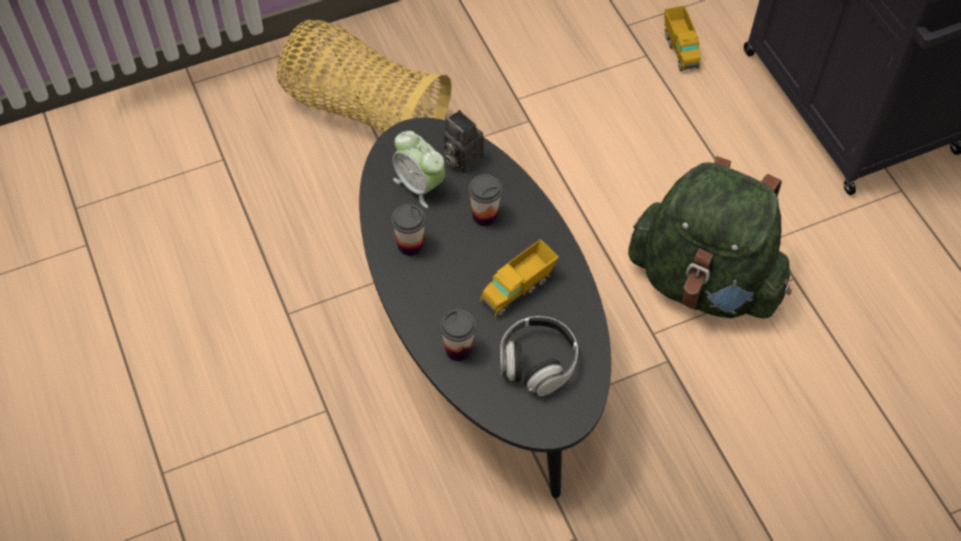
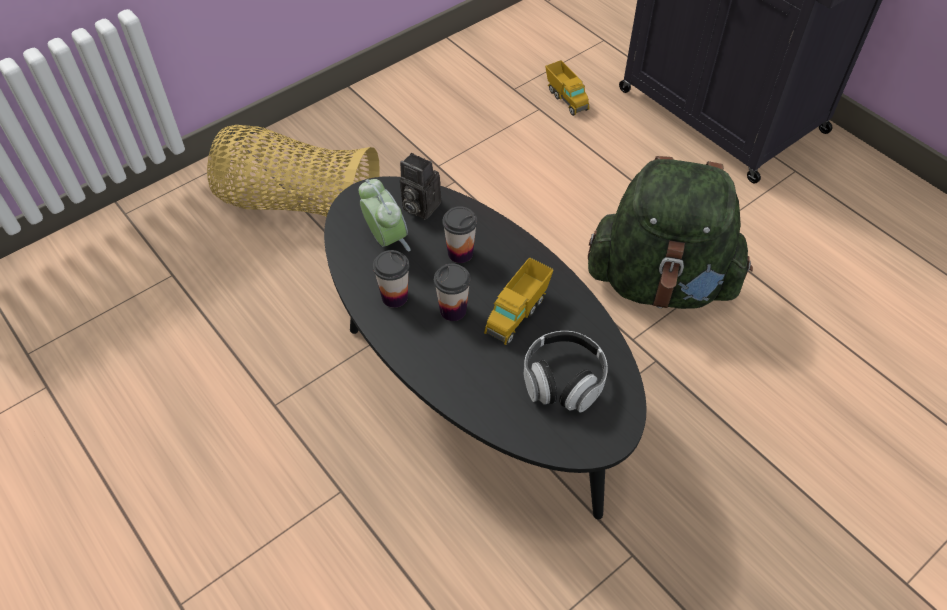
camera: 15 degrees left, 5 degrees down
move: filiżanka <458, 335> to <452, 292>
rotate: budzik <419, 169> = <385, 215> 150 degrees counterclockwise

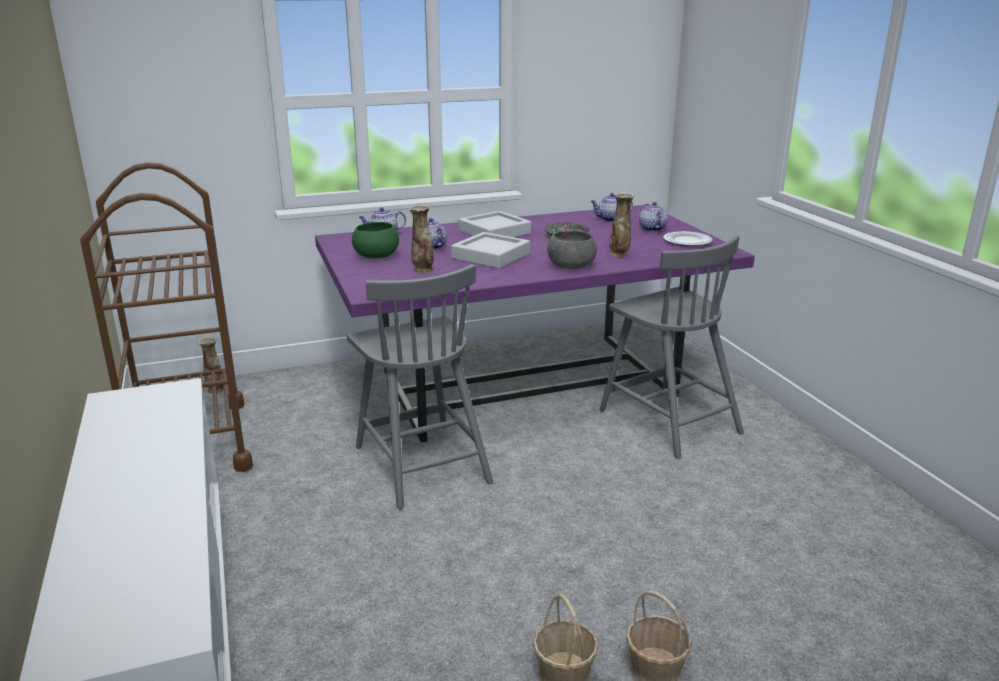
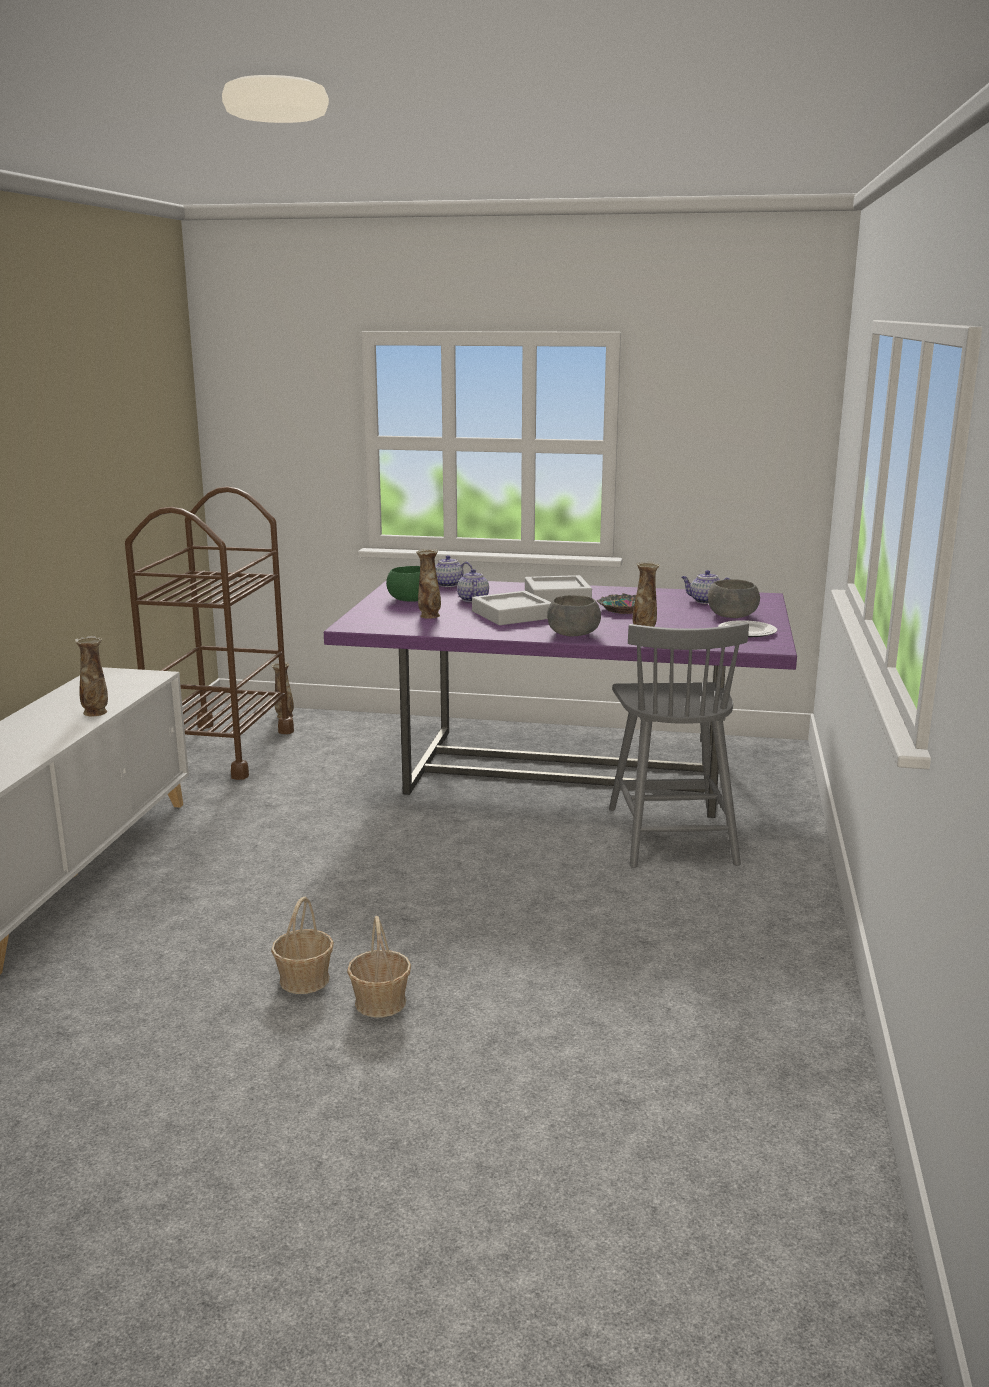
camera: 30 degrees right, 5 degrees down
delete: krzesło (szary) <420, 386>
insert: wazon <91, 676>
replace: imbryk <653, 217> to miska (szary) <734, 598>

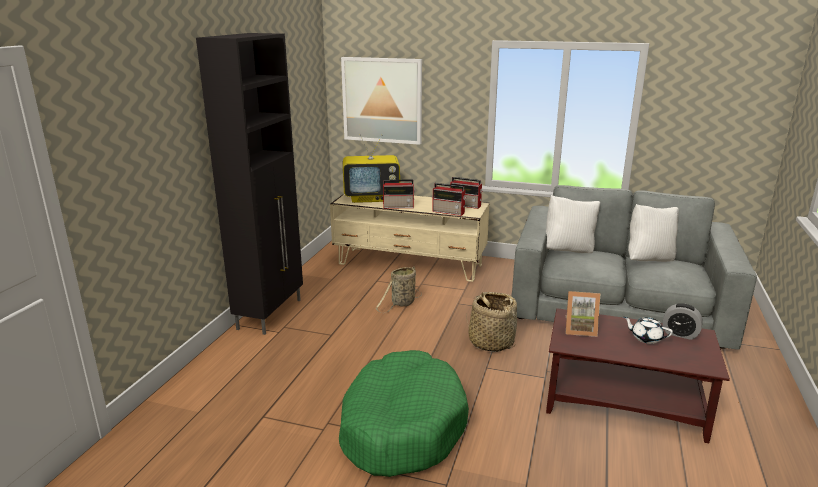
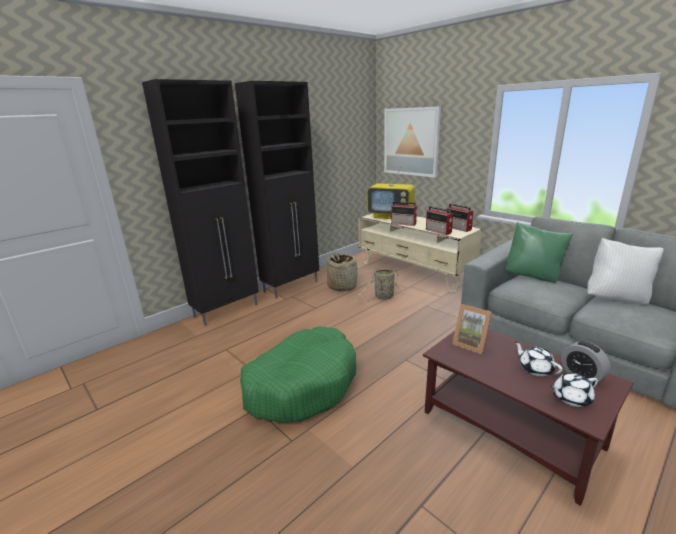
camera: 30 degrees right, 0 degrees up
insert: szafka (czarny) <200, 202>; imbryk (biały) <574, 390>
move: koszyk <491, 322> to <342, 271>
recolor: poduszka (biały) <573, 224> to poduszka (zielony) <539, 252>

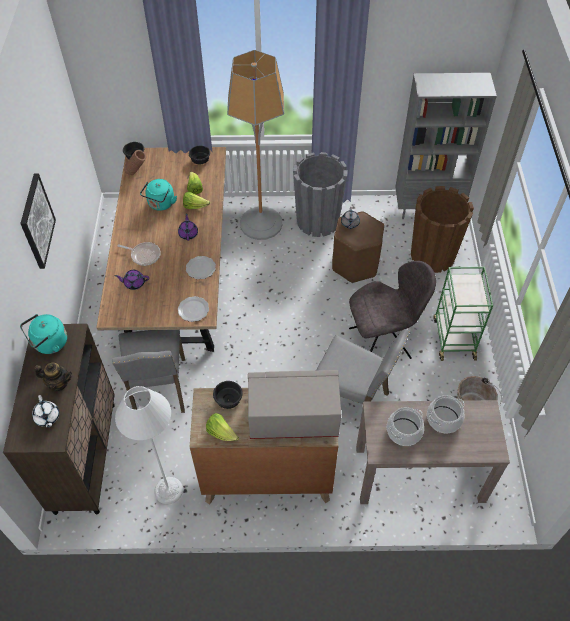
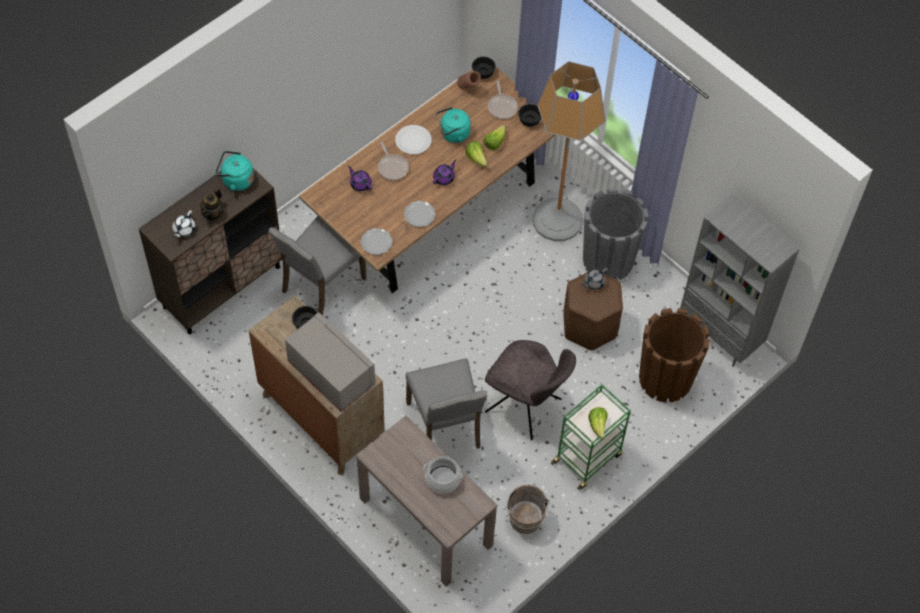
camera: 45 degrees right, 5 degrees up
delete: obraz <38, 221>; lampa stojąca (szary) <149, 445>; garnek <405, 426>
insert: talerz (biały) <413, 139>; patelnia <503, 100>
move: sałata <222, 427> to <598, 423>
rotate: imbryk <53, 377> = <211, 203> 60 degrees clockwise

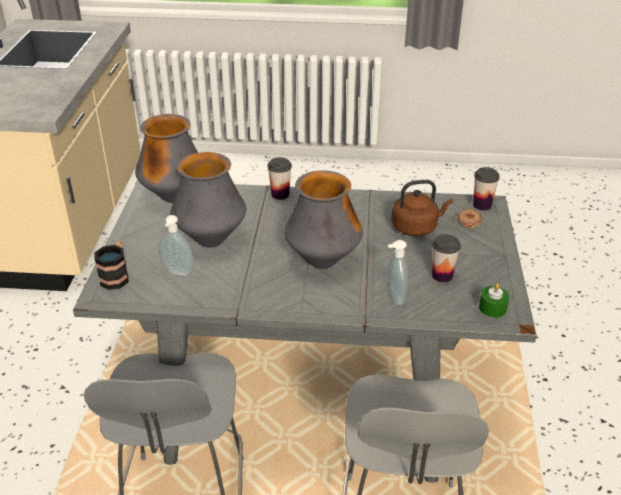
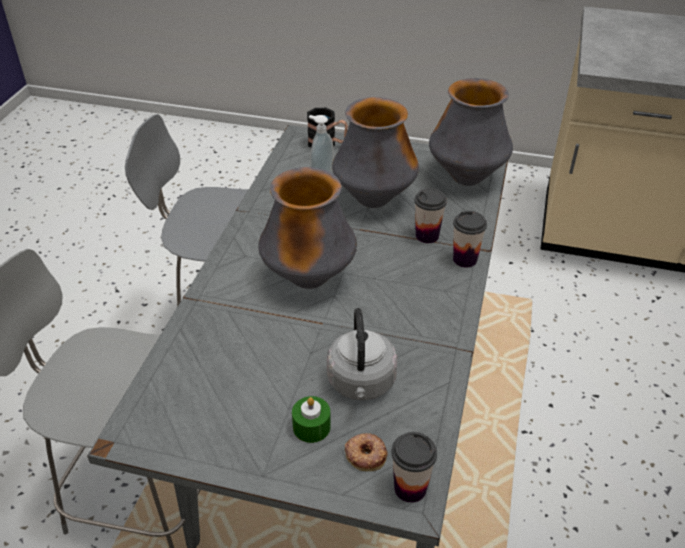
camera: 100 degrees right, 5 degrees up
delete: dozownik mydła <397, 272>
move: filiżanka <446, 258> to <430, 215>; świeca (zielony) <494, 300> to <311, 419>
recolor: czajnik (brązowy) <422, 208> to czajnik (szary) <362, 354>

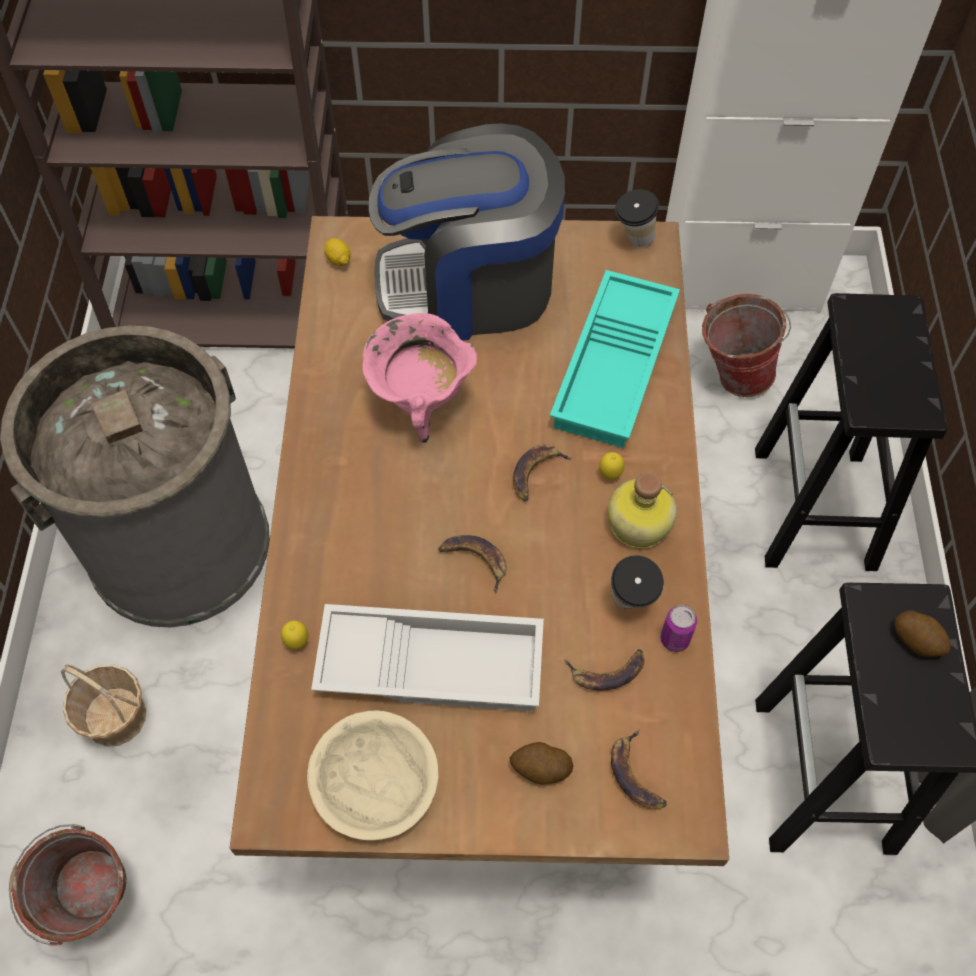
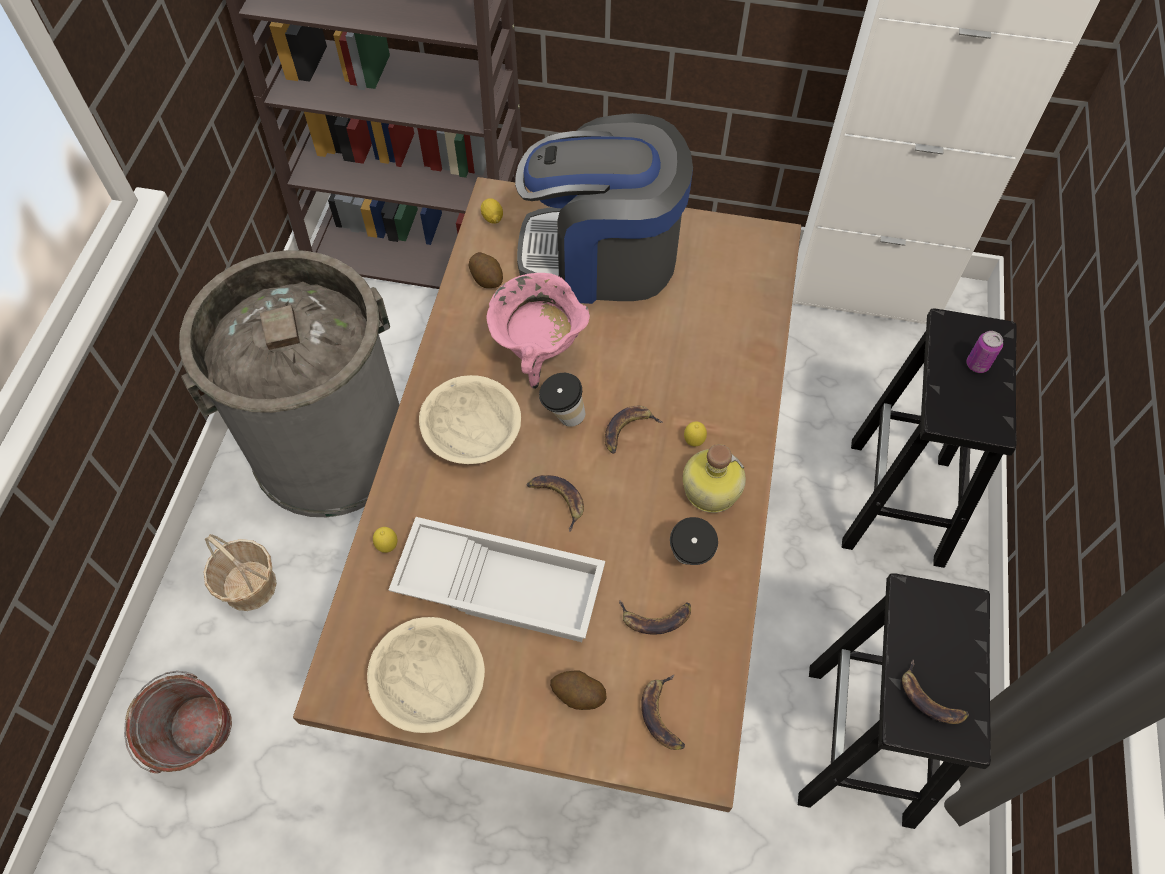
camera: 10 degrees right, 0 degrees up
delete: taca (turkusowy) <615, 359>; wiadro <746, 345>
insert: miska (beżowy) <470, 419>; banan <935, 692>
move: filiżanka <637, 218> to <562, 400>; puszka <678, 628> to <985, 352>; ziemniak <922, 633> to <486, 270>

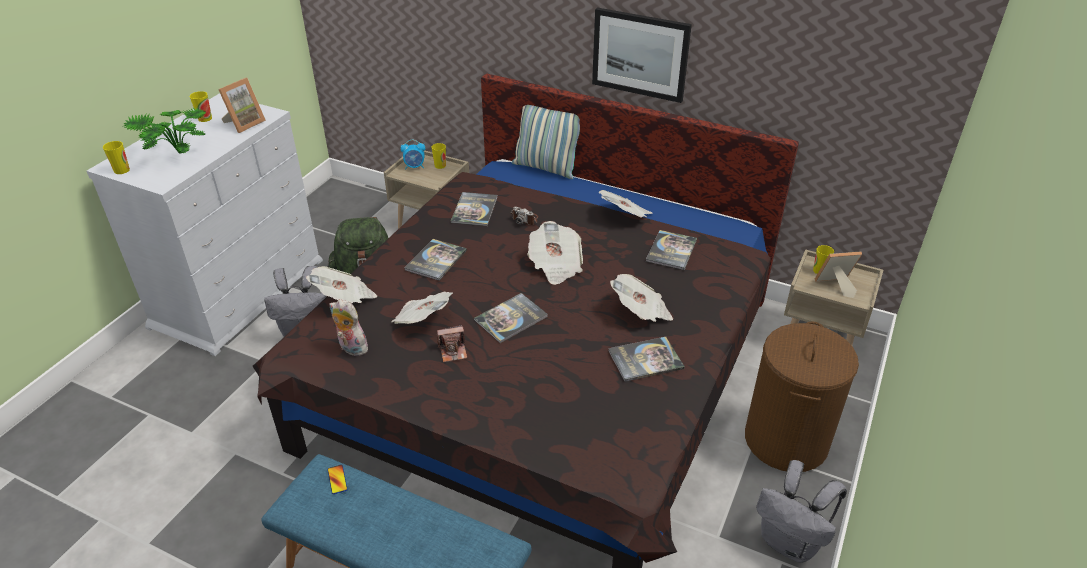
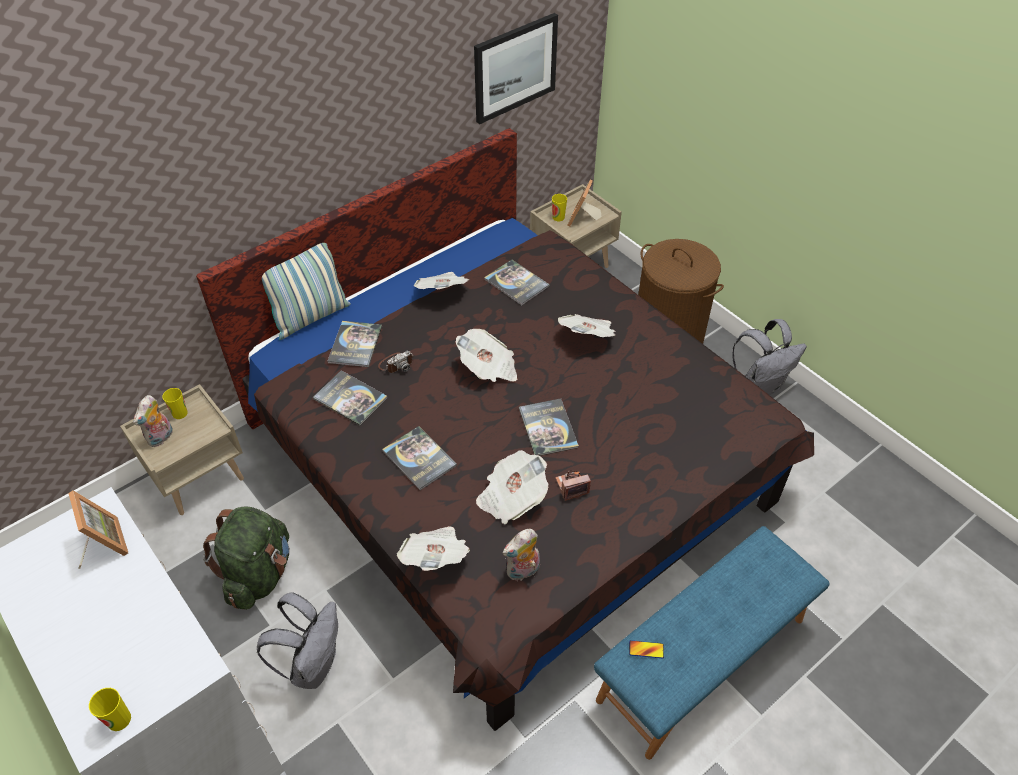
camera: 65 degrees left, 10 degrees up
delete: roślina doniczkowa <164, 131>; filiżanka <201, 106>
move: obraz <642, 55> to <516, 68>; książka <646, 359> to <355, 344>
replace: budzik <413, 155> to pluszak <153, 421>
rotate: aparat fotograficzny <452, 343> = <573, 486> 120 degrees counterclockwise

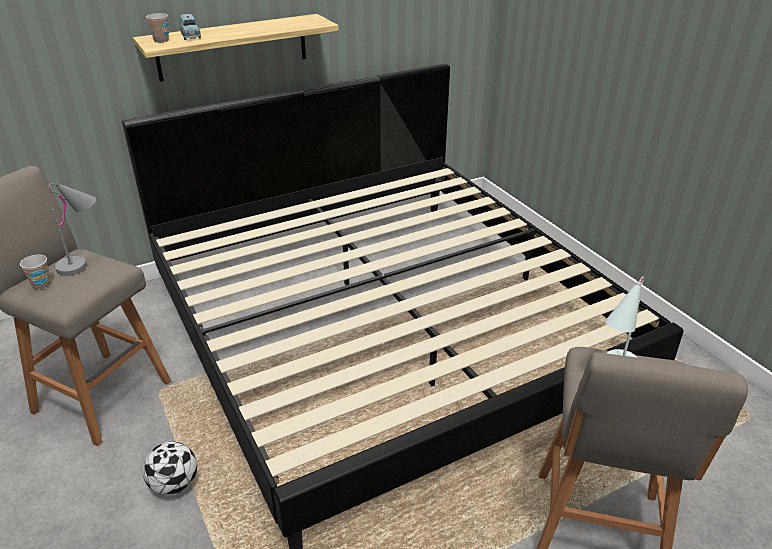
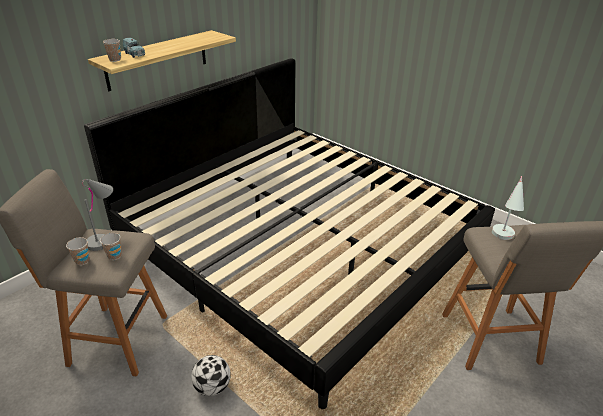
camera: 20 degrees left, 0 degrees up
insert: filiżanka <111, 246>

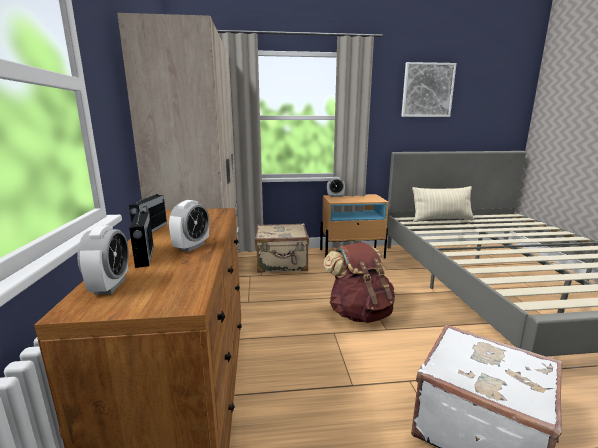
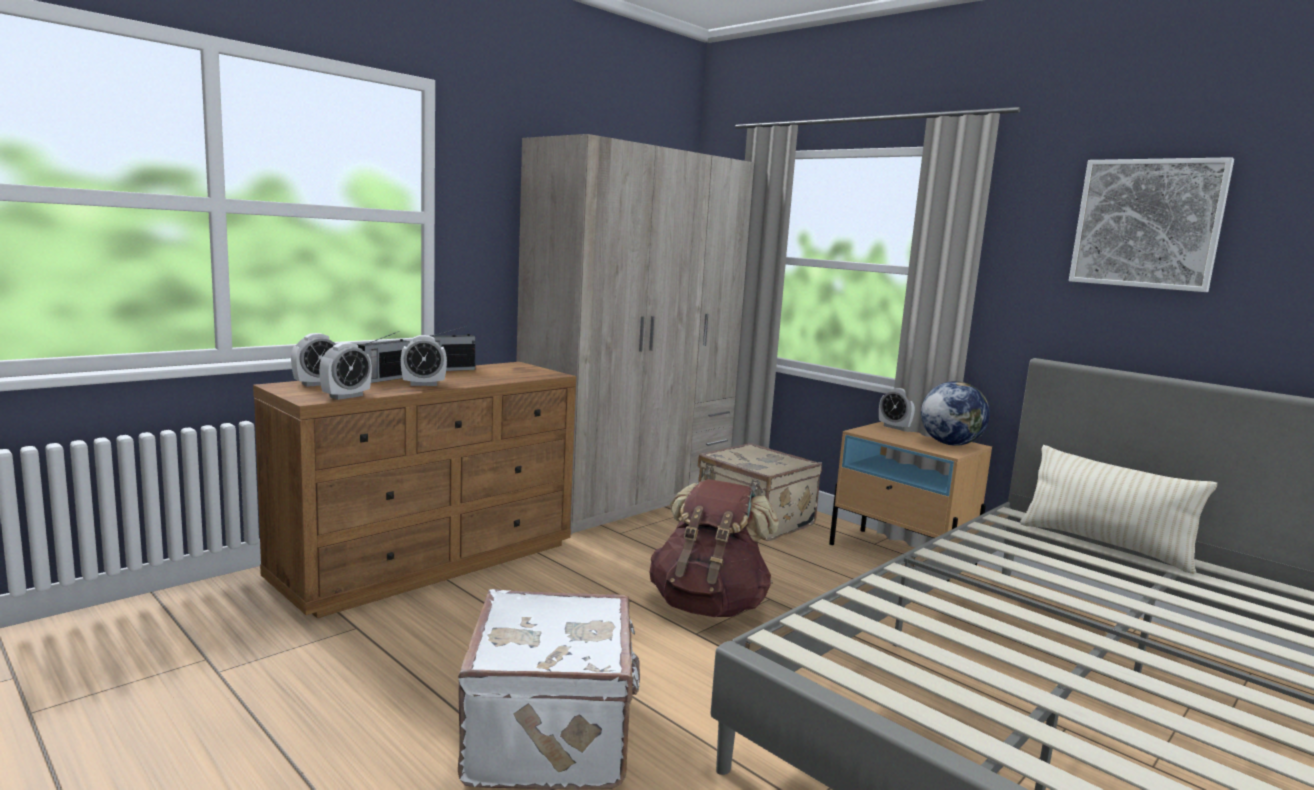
camera: 50 degrees right, 5 degrees down
insert: budzik <345, 371>; globus <955, 413>

